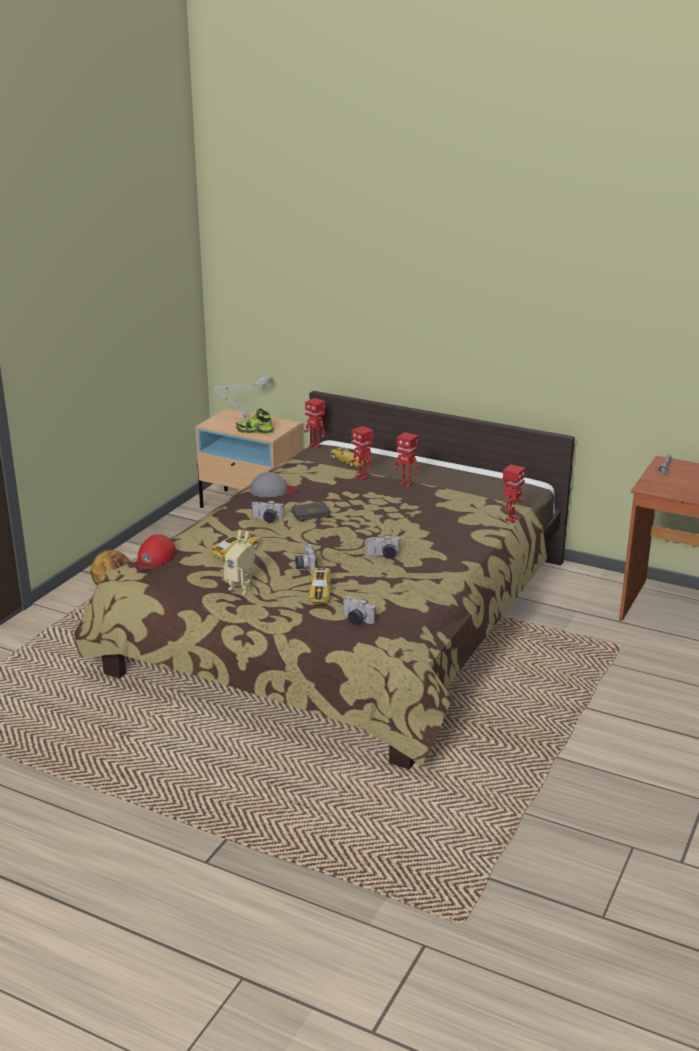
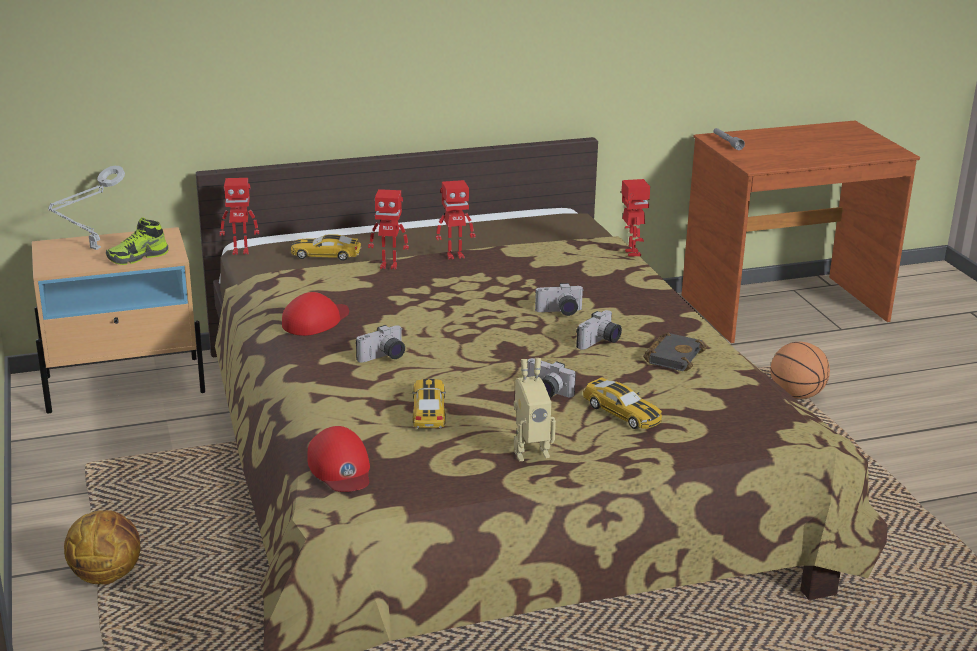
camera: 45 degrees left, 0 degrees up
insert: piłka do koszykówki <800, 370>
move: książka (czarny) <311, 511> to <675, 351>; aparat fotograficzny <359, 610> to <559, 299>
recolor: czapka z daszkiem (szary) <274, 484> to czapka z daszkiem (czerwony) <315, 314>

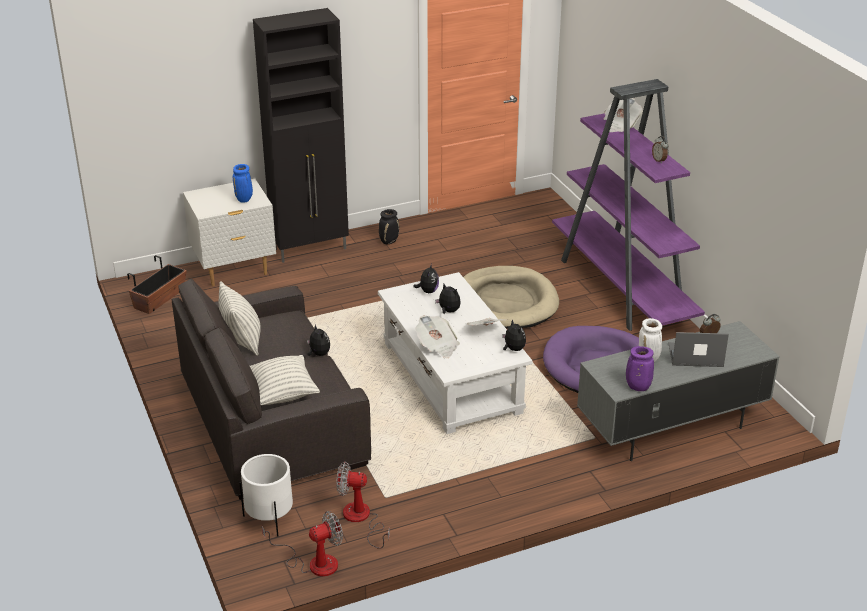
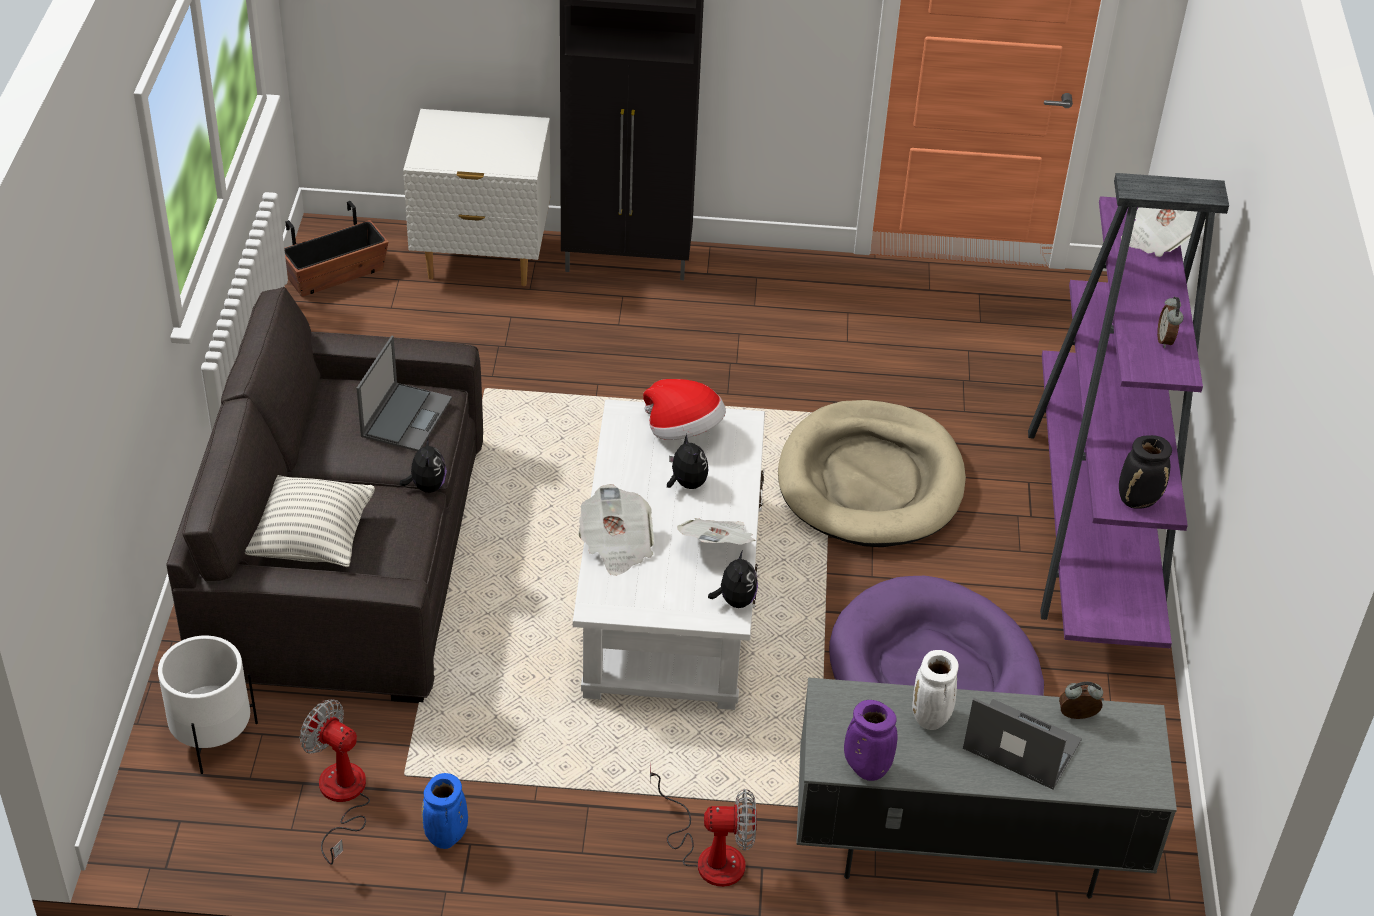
camera: 25 degrees right, 10 degrees up
delete: poduszka <240, 318>
insert: laptop <404, 393>
move: wazon (niebieski) <243, 183> to <445, 811>; wentylator <302, 544> to <703, 825>; wazon (czarny) <389, 226> to <1145, 472>
replace: pluszak <426, 278> to kapelusz <684, 409>

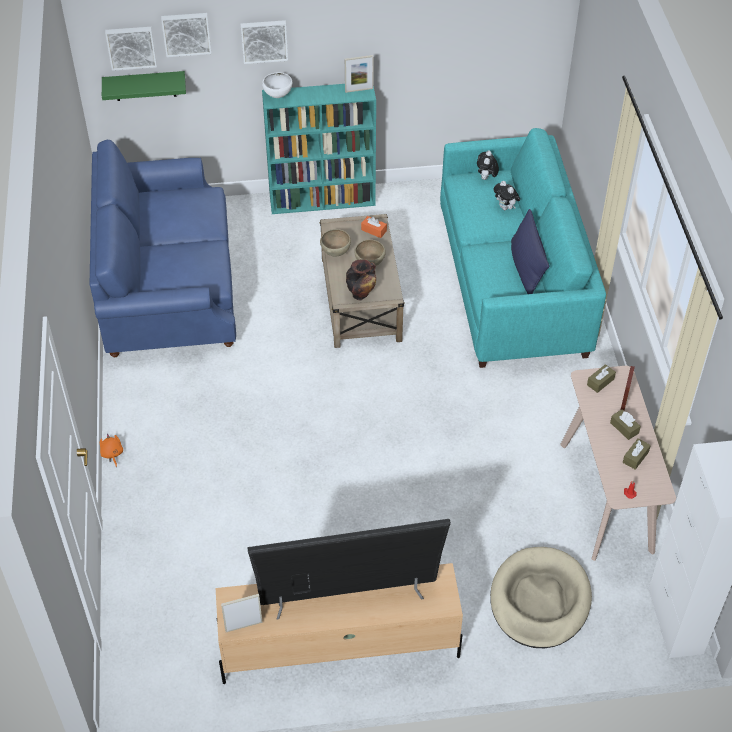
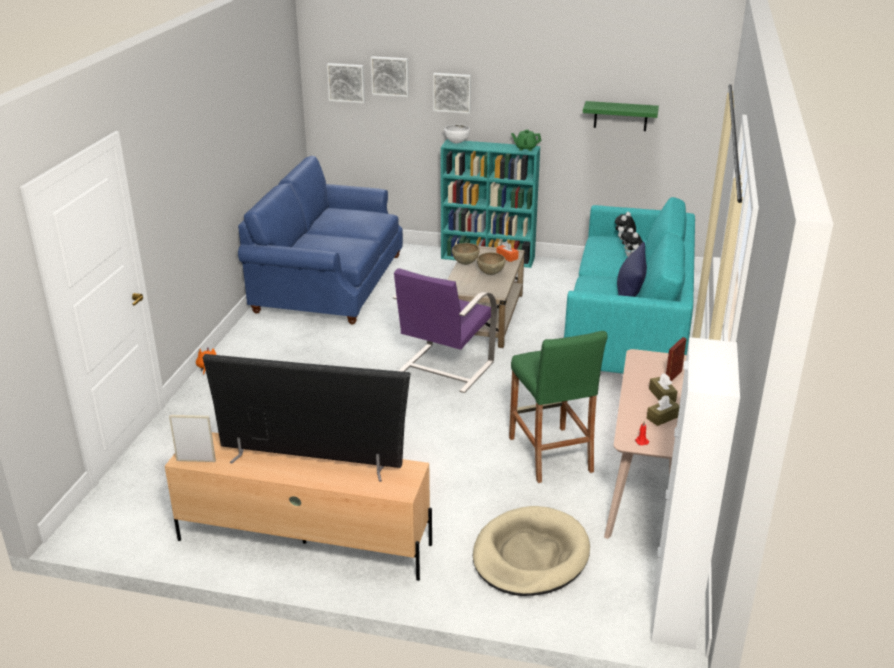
camera: 20 degrees right, 20 degrees down
delete: wazon <361, 280>; pudełko chusteczek (brązowy) <601, 378>
insert: fotel (fioletowy) <445, 331>; stołek (zielony) <558, 407>
move: półka (zielony) <144, 86> to <621, 116>
replace: ramka na zdjęcie <359, 74> to imbryk (zielony) <526, 140>

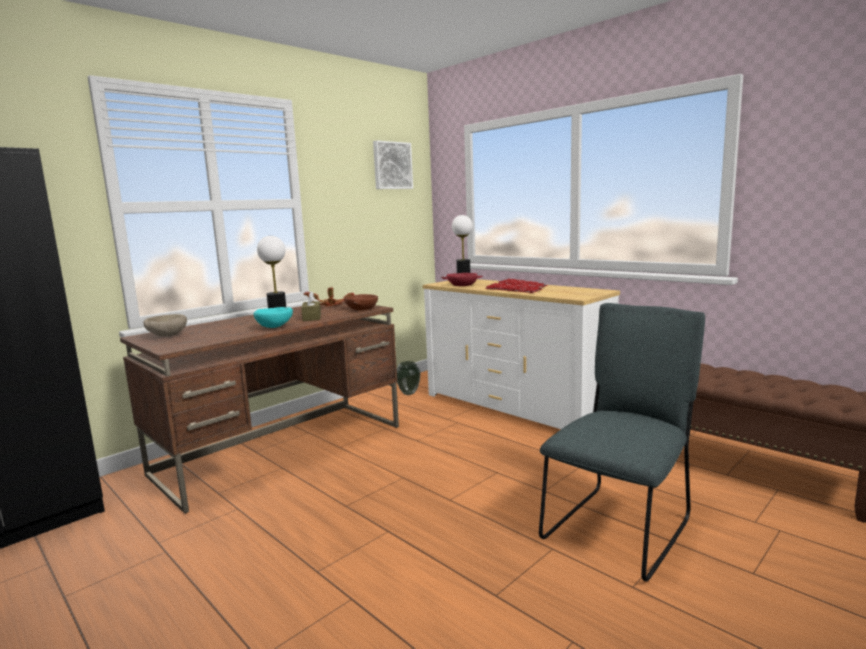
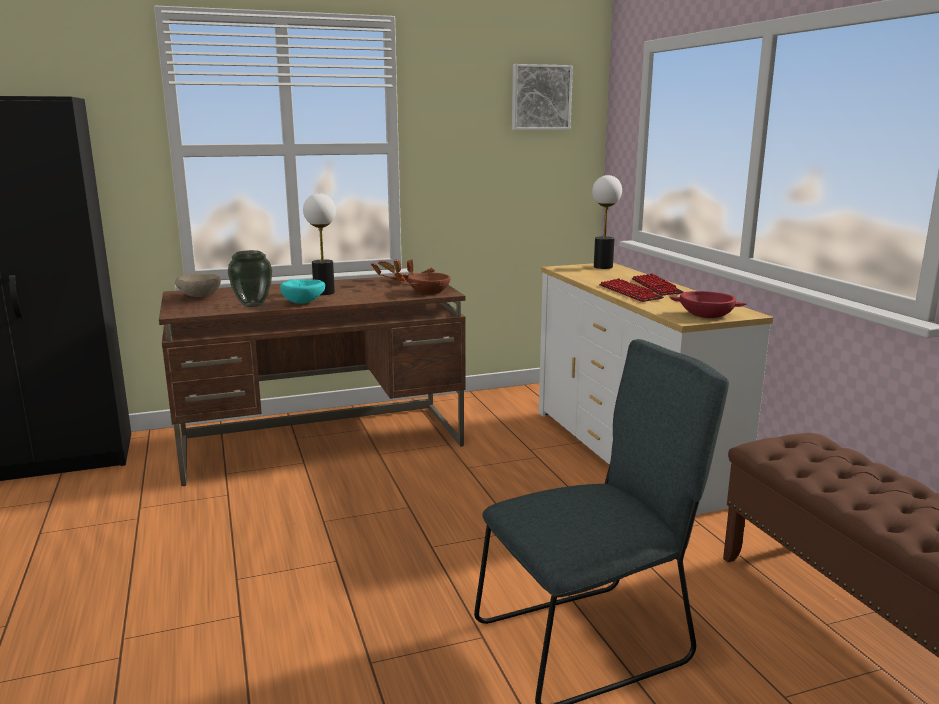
camera: 25 degrees right, 5 degrees up
delete: pudełko chusteczek (brązowy) <311, 306>
move: wazon <409, 378> to <250, 278>; miska (czerwony) <462, 279> to <708, 304>

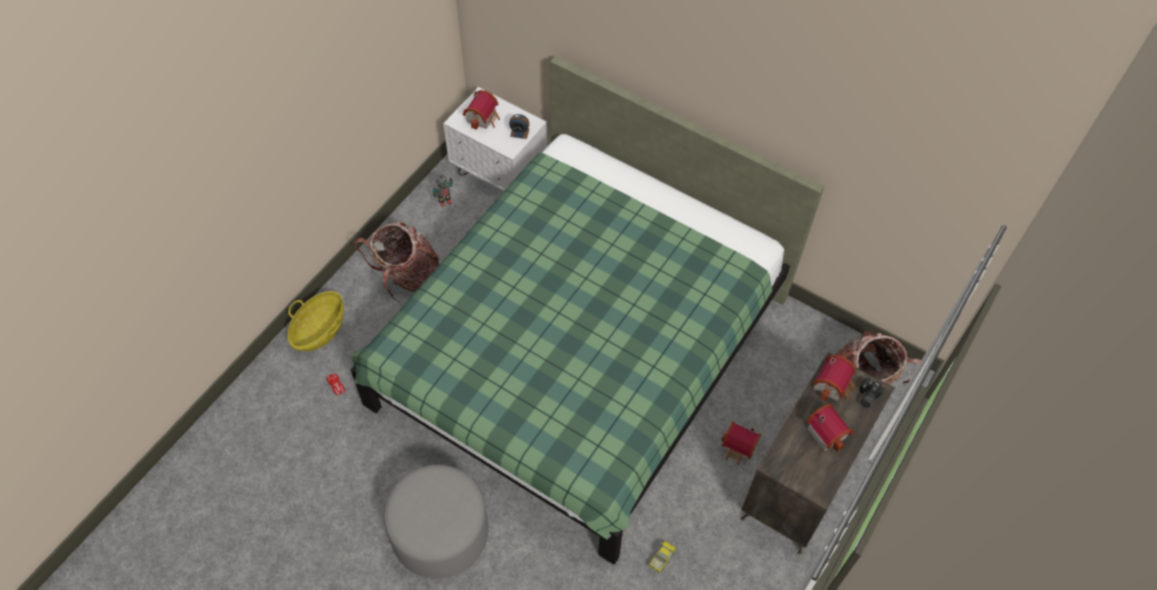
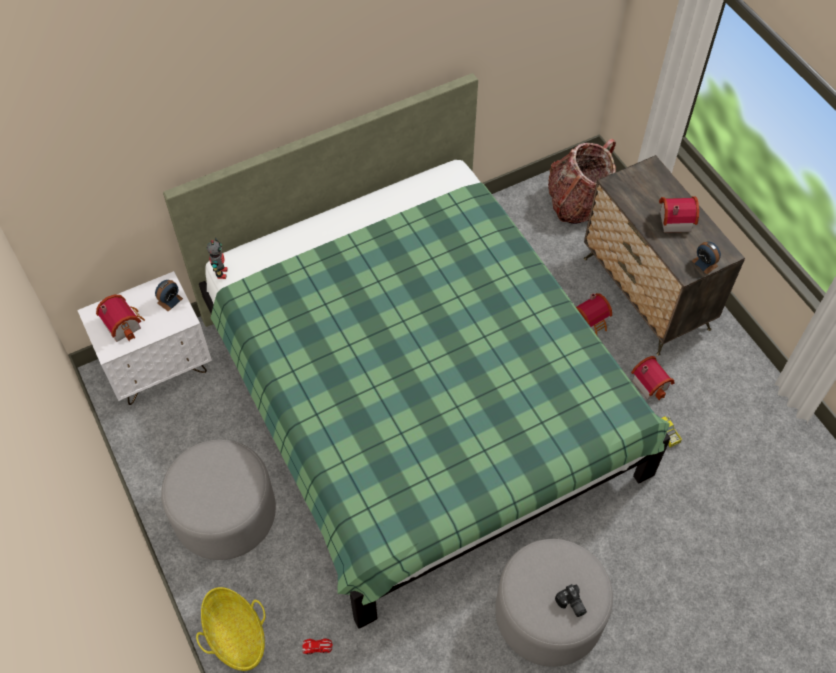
camera: 60 degrees left, 0 degrees up
insert: budzik <706, 258>
move: robot zabawkowy <443, 191> to <217, 258>; domek <834, 378> to <653, 378>; aparat fotograficzny <871, 393> to <571, 600>
replace: plecak <397, 261> to pufa (szary) <218, 500>

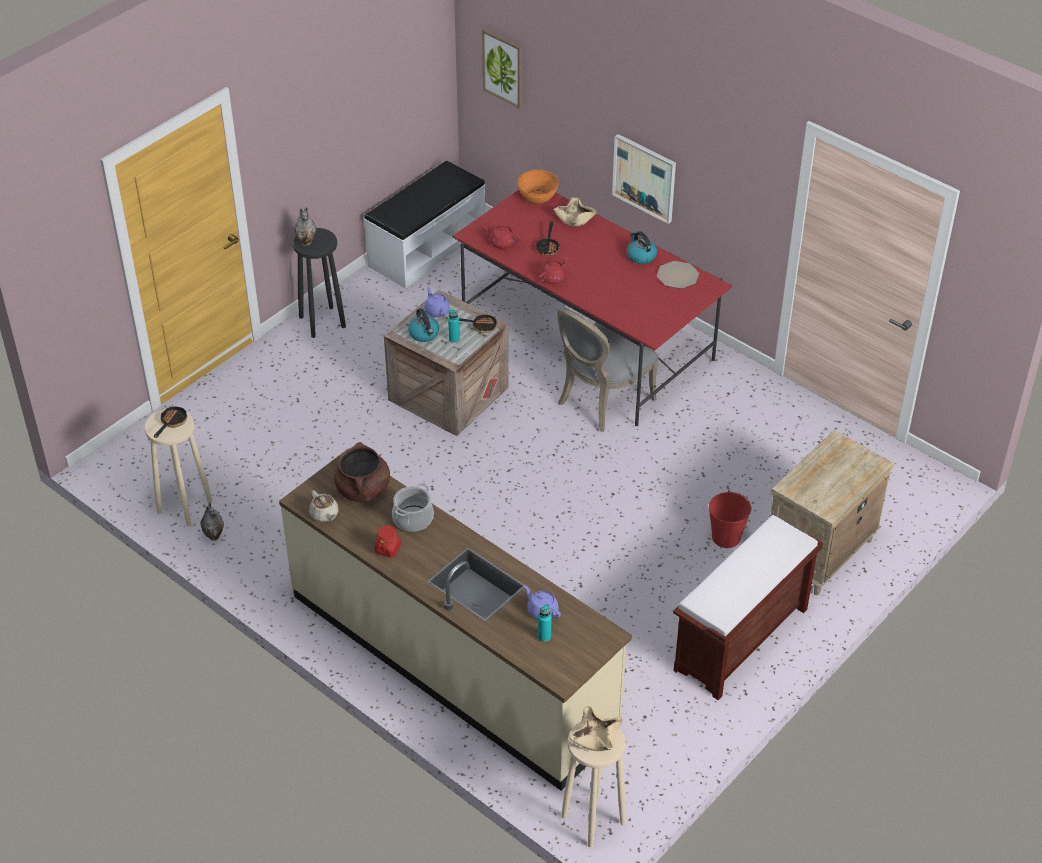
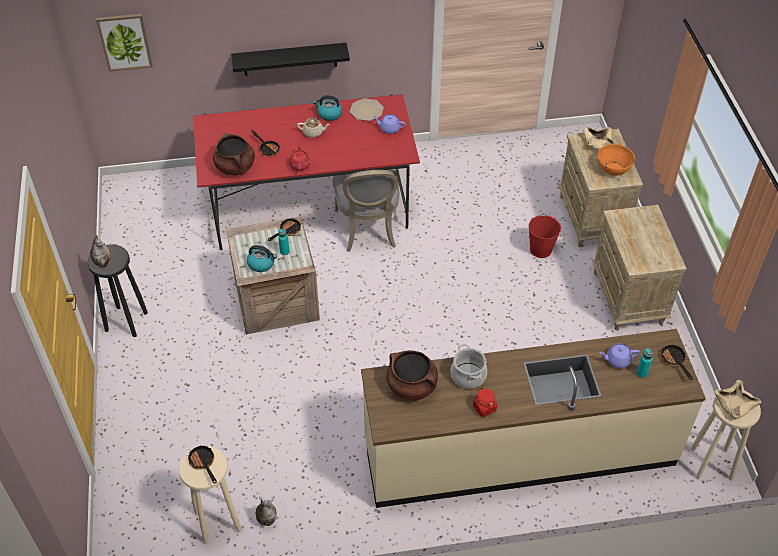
camera: 50 degrees left, 5 degrees up
delete: ławka (biały) <424, 225>
insert: patelnia <677, 362>
move: imbryk (beżowy) <324, 506> to <313, 128>; imbryk (fioletowy) <437, 302> to <389, 124>; miska (pomarańczowy) <538, 187> to <616, 160>; miska (beżowy) <575, 212> to <599, 138>
replace: imbryk (czerwony) <501, 237> to garnek (brązowy) <234, 154>; obraz <644, 179> to półka (czarny) <290, 59>; ławka (brązowy) <748, 607> to szafka nocna (beżowy) <639, 268>

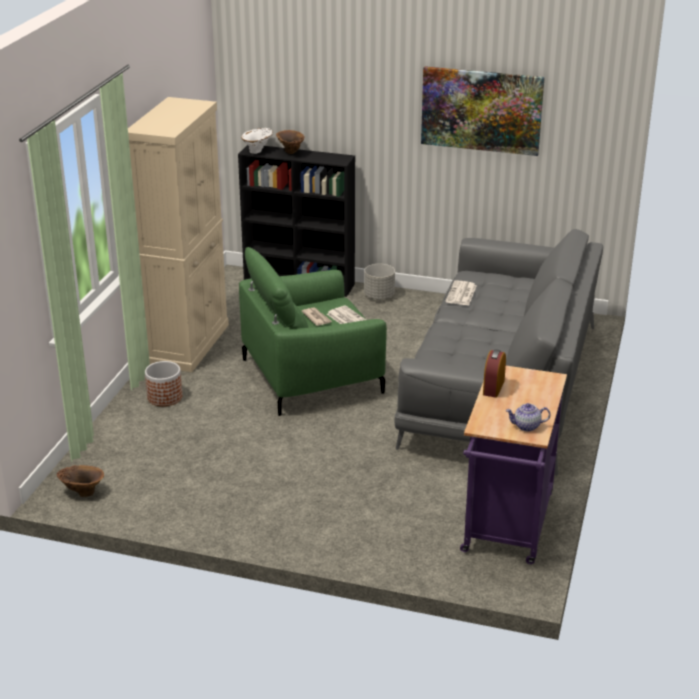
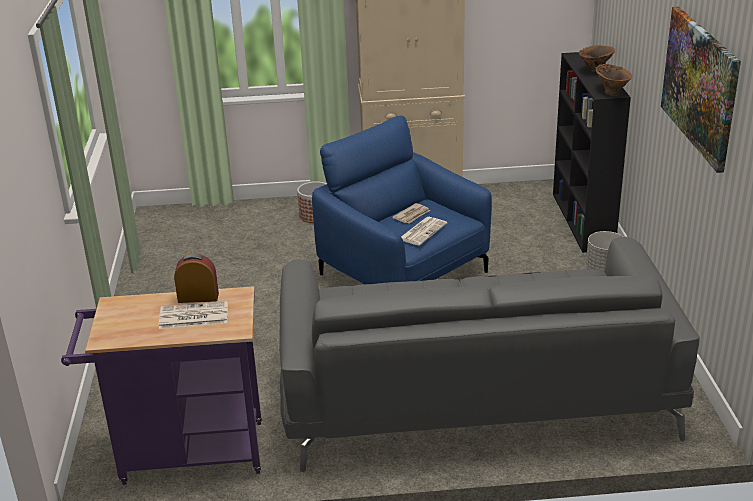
camera: 70 degrees right, 0 degrees up
delete: wazon (biały) <257, 141>; imbryk <528, 417>
move: wazon (brązowy) <80, 481> to <613, 80>; gazeta <461, 293> to <193, 315>
recolor: fotel (zielony) <313, 331> to fotel (niebieski) <402, 199>

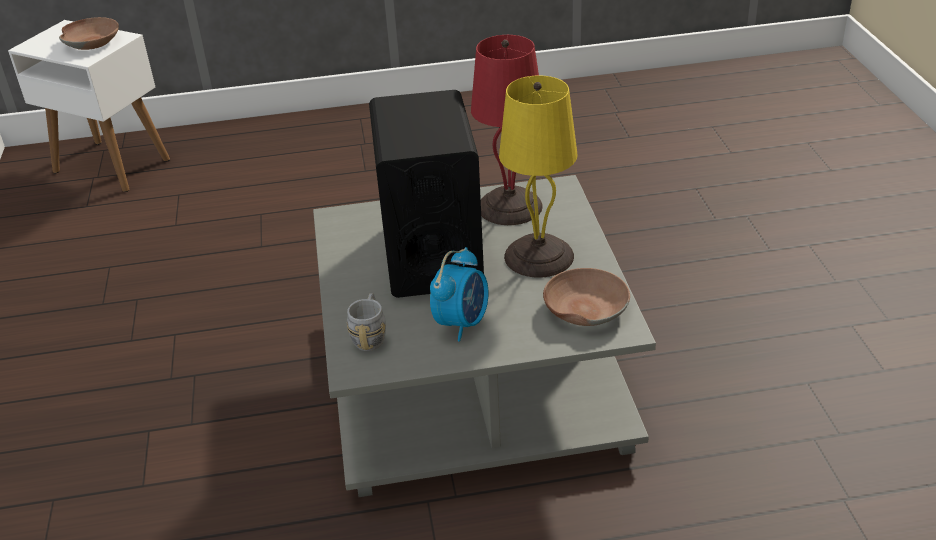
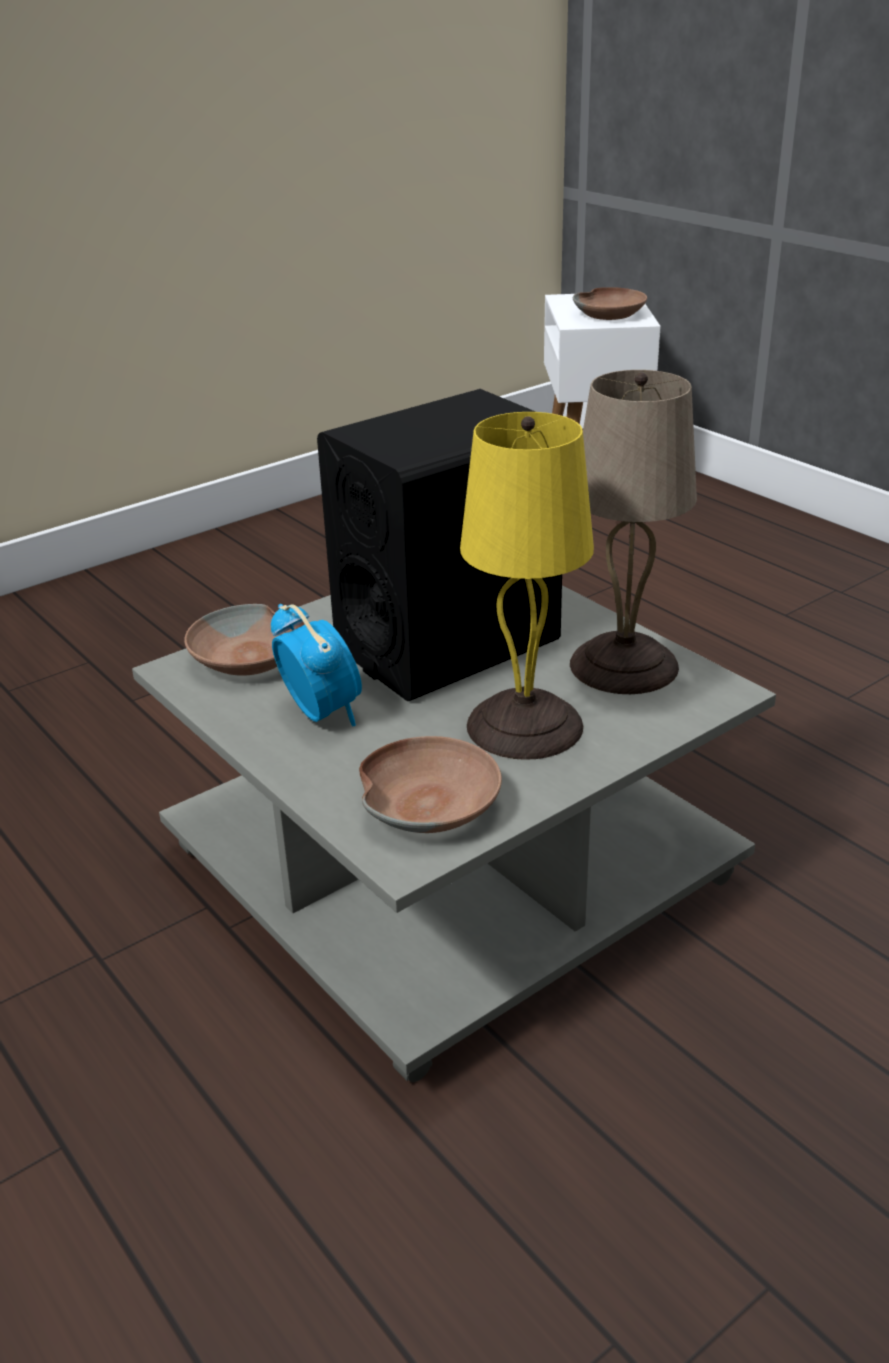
camera: 60 degrees right, 5 degrees down
replace: kubek (szary) <366, 322> to miska (brązowy) <244, 640>
recolor: lampa stołowa (czerwony) <507, 130> to lampa stołowa (beżowy) <633, 532>
rotate: budzik <459, 294> = <316, 665> 120 degrees counterclockwise

